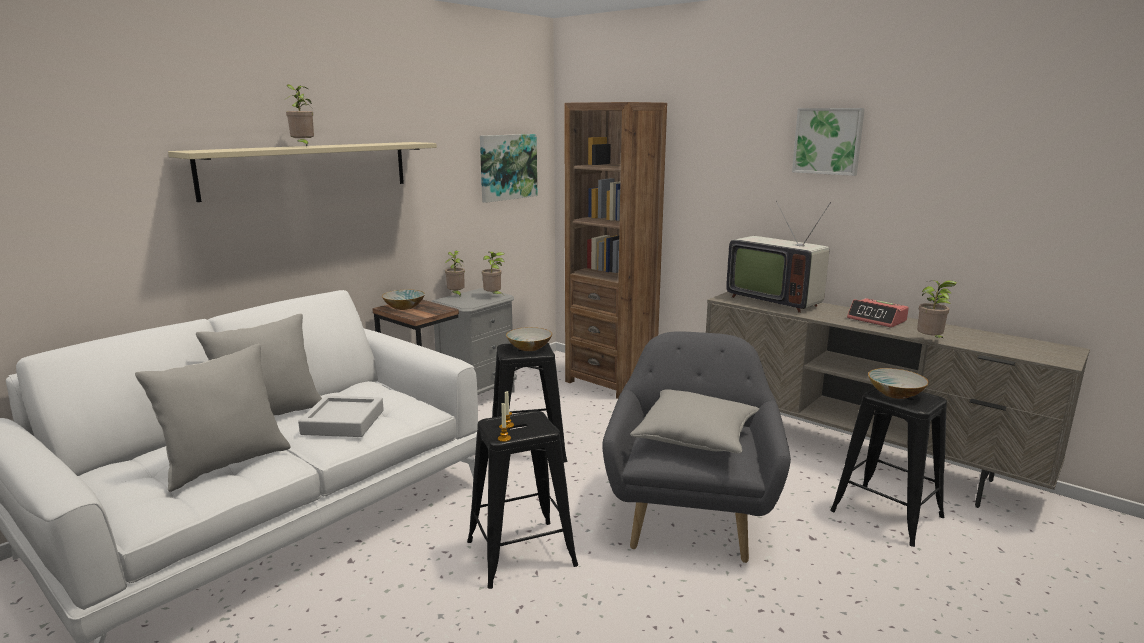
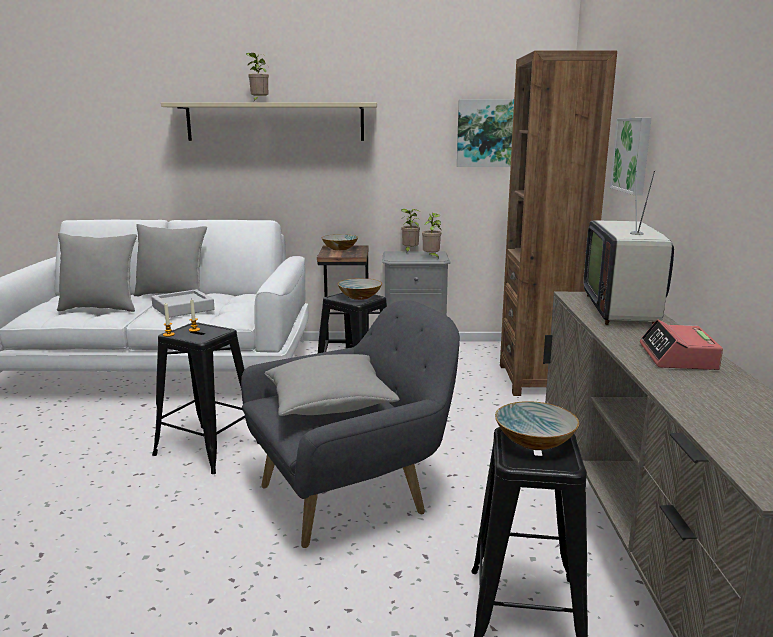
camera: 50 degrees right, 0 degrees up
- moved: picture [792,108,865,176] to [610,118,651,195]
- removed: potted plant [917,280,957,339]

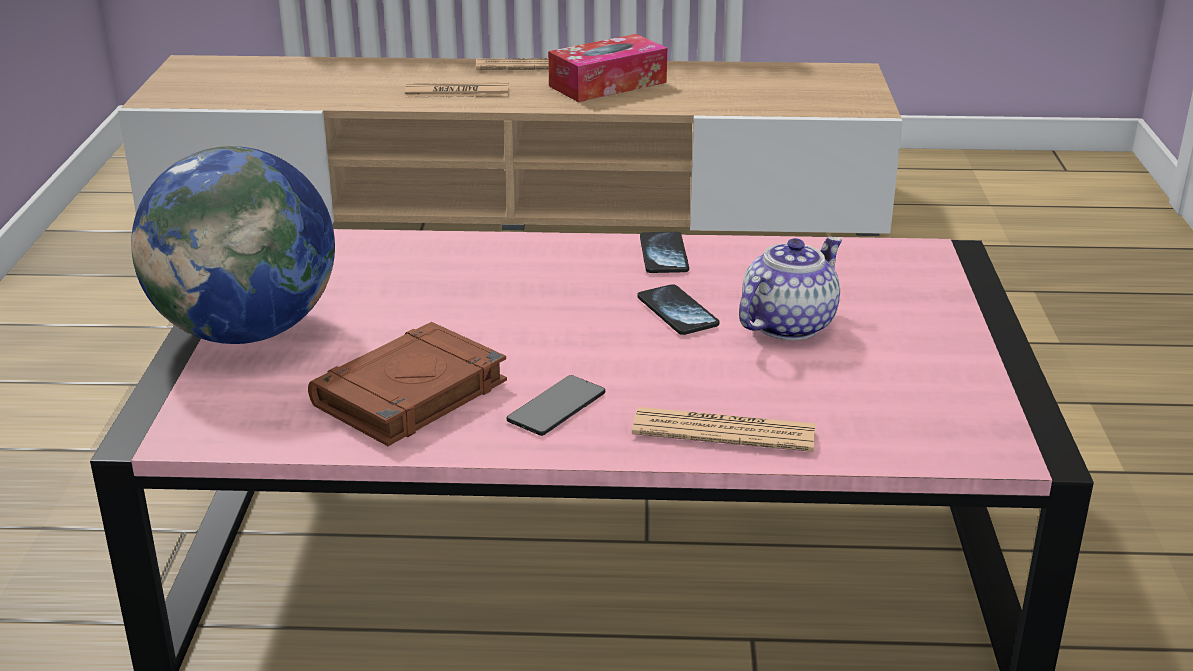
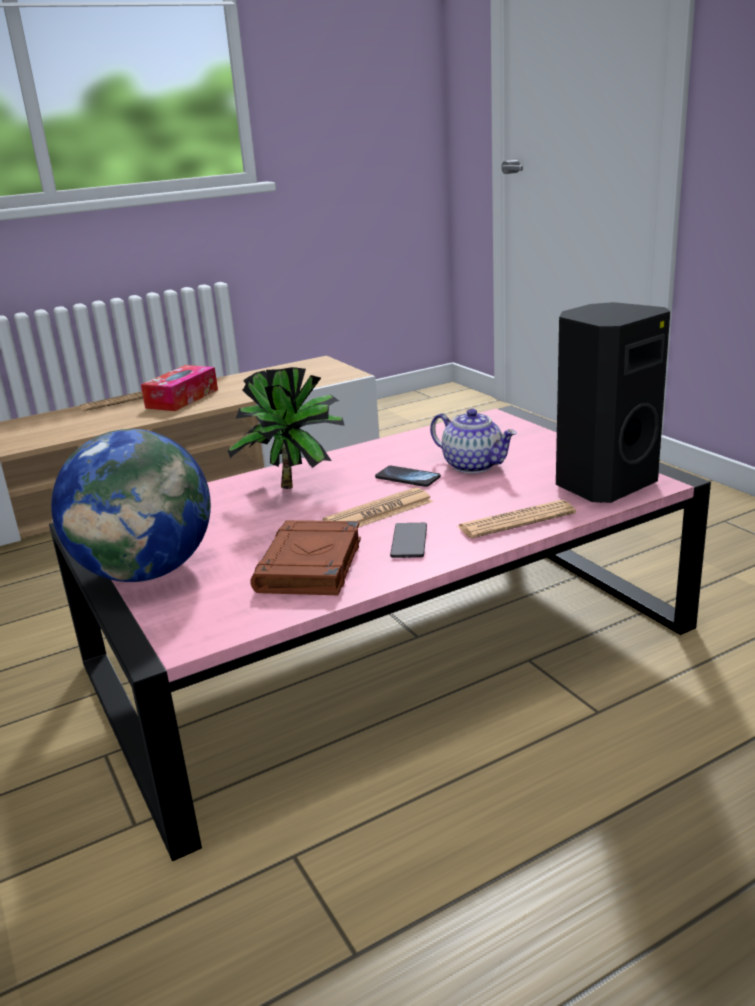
camera: 30 degrees left, 5 degrees down
- added: potted plant [228,367,345,489]
- moved: newspaper [405,82,509,98] to [323,488,433,528]
- turned: teapot [739,236,842,340] = [430,409,517,473] 120 degrees clockwise
- added: black speaker [556,302,670,503]
- removed: phone [640,232,689,273]

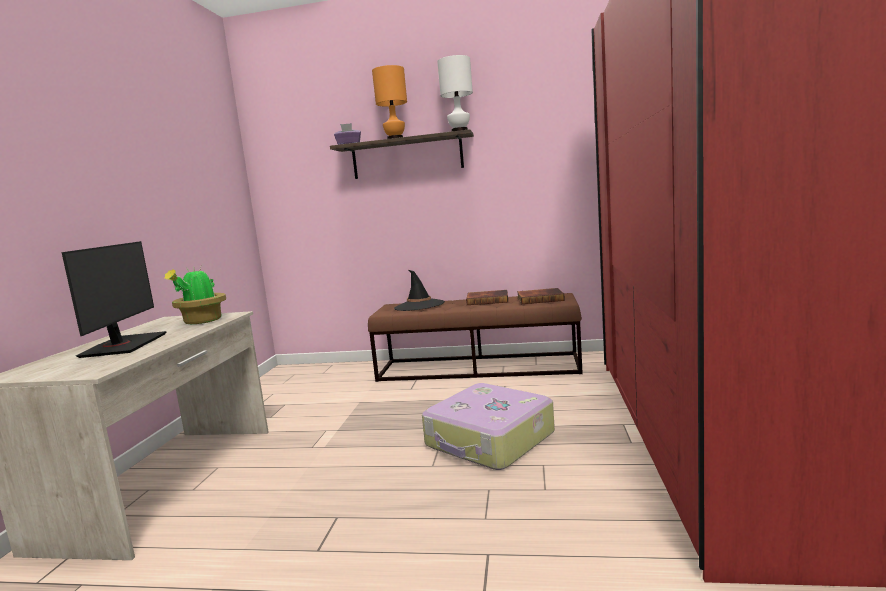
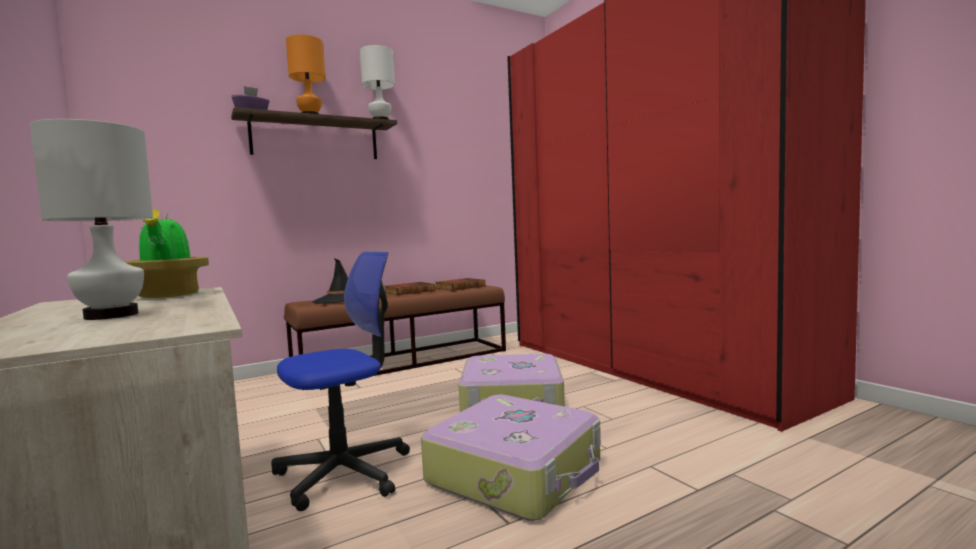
camera: 40 degrees left, 5 degrees down
- replaced: monitor [62,241,167,358] to white table lamp [30,119,153,320]
- added: office chair [271,251,410,511]
- added: suitcase [421,395,601,521]

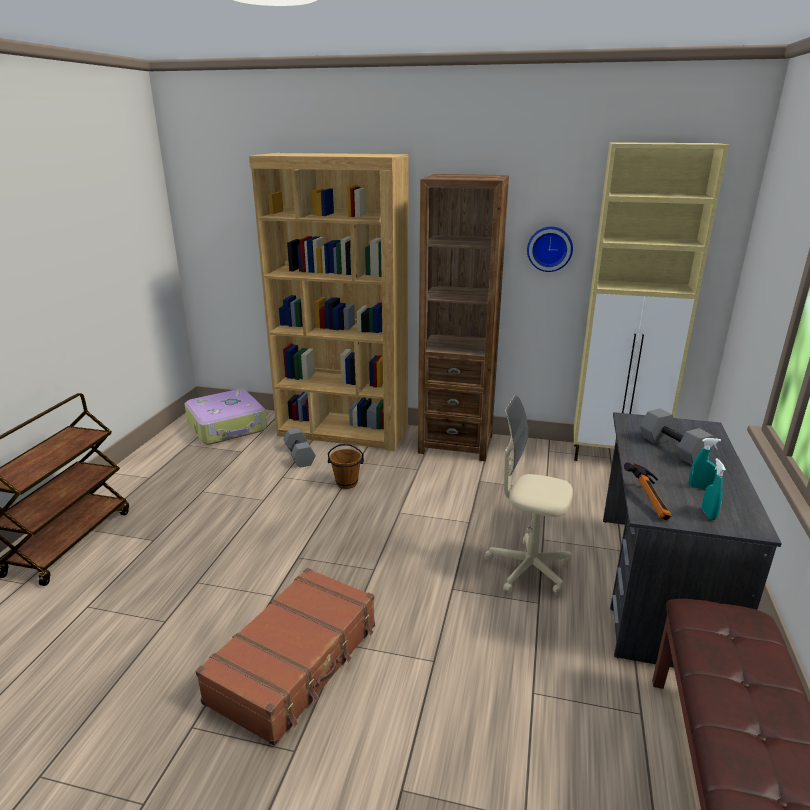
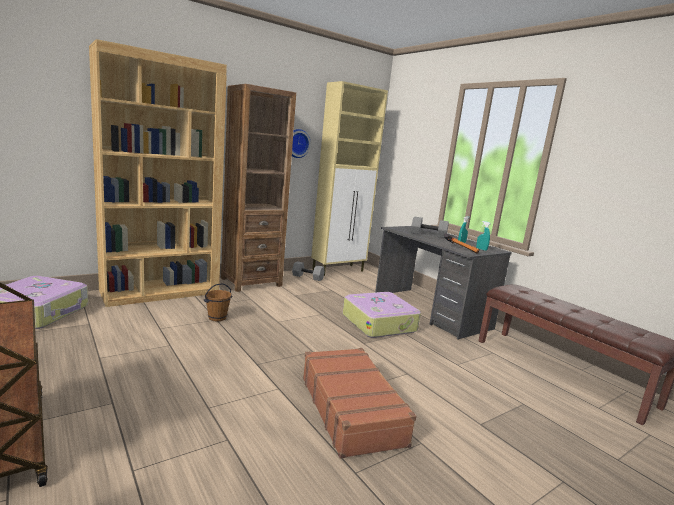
camera: 50 degrees left, 10 degrees down
- moved: grey dumbbell [283,428,316,468] to [292,261,325,281]
- replaced: beige office chair [484,395,573,596] to suitcase [343,292,421,338]

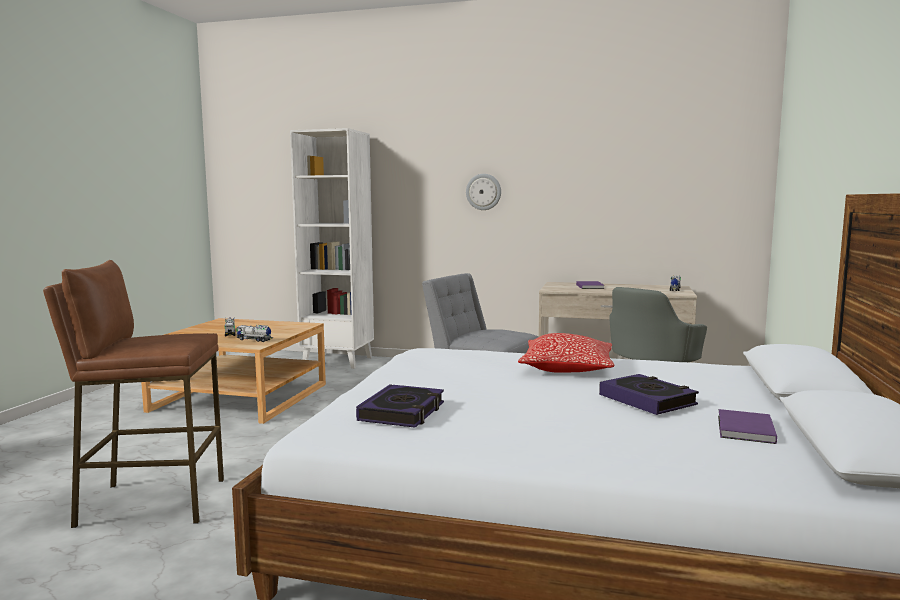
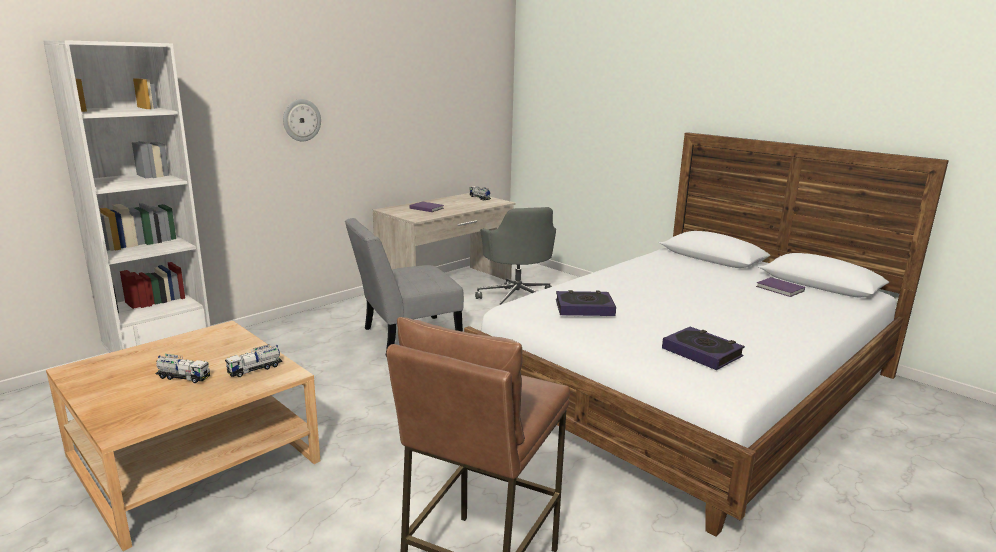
camera: 60 degrees left, 10 degrees up
- moved: book [599,374,699,415] to [556,290,616,316]
- removed: pillow [518,333,614,373]

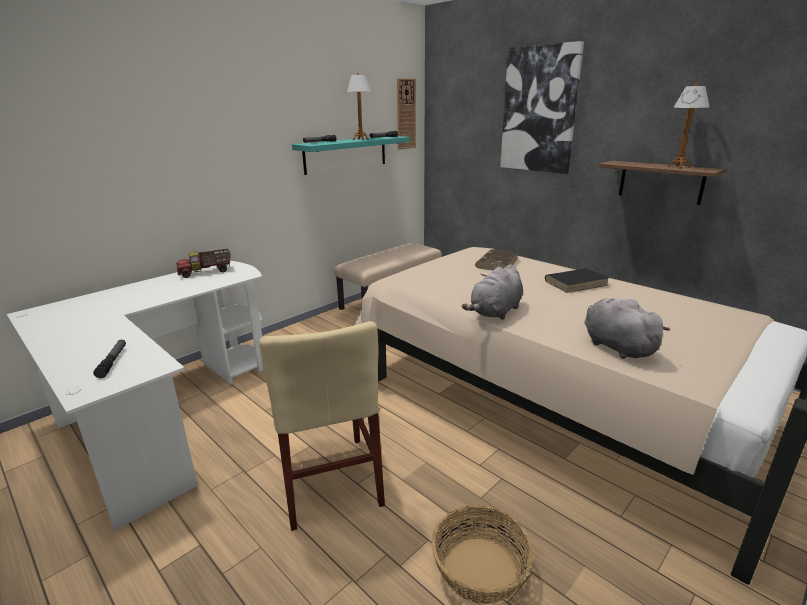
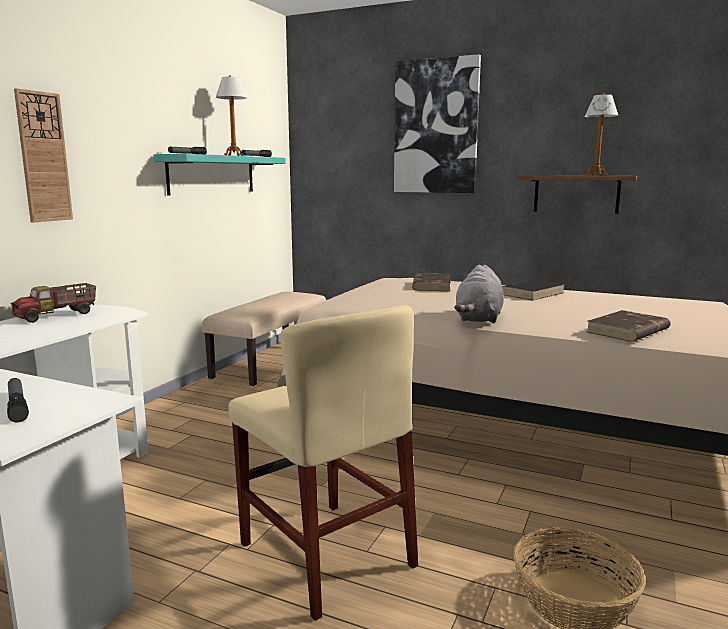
camera: 20 degrees left, 10 degrees down
- moved: wall clock [397,78,416,150] to [14,88,73,223]
- replaced: grey plush toy [584,298,670,359] to brown book [587,310,671,342]

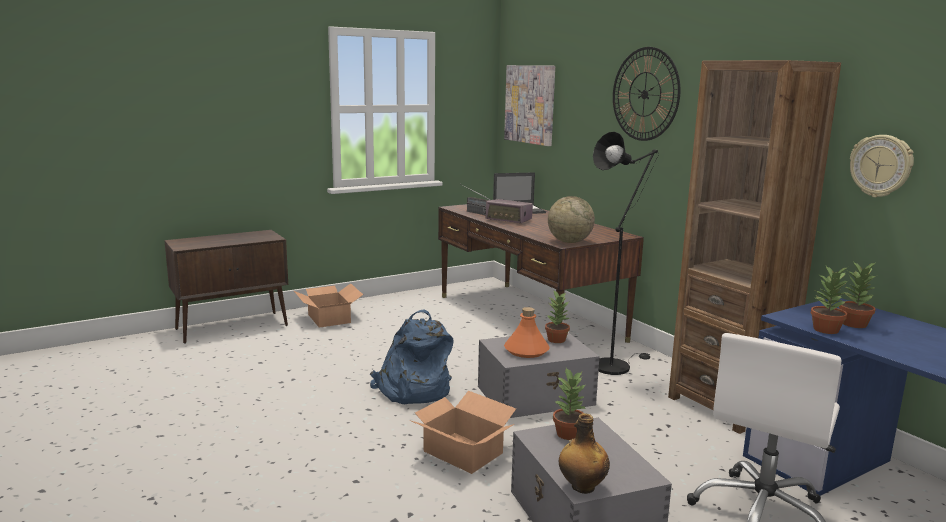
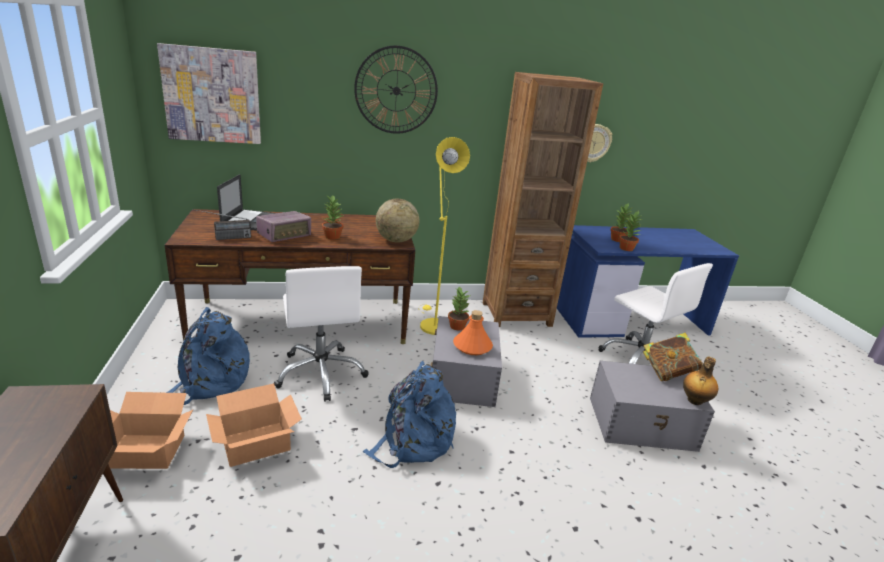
camera: 70 degrees left, 10 degrees up
- added: blue backpack [161,307,250,405]
- moved: cardboard box [409,391,516,474] to [206,384,302,467]
- added: white office chair [274,266,369,402]
- moved: potted plant [553,368,585,440] to [322,195,344,240]
- recoloured: black floor lamp [593,132,659,375] to yellow floor lamp [420,137,470,335]
- added: book [643,333,703,381]

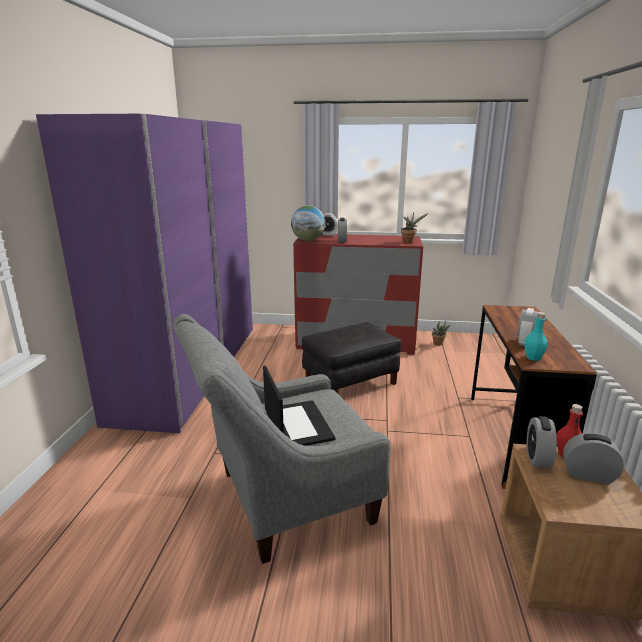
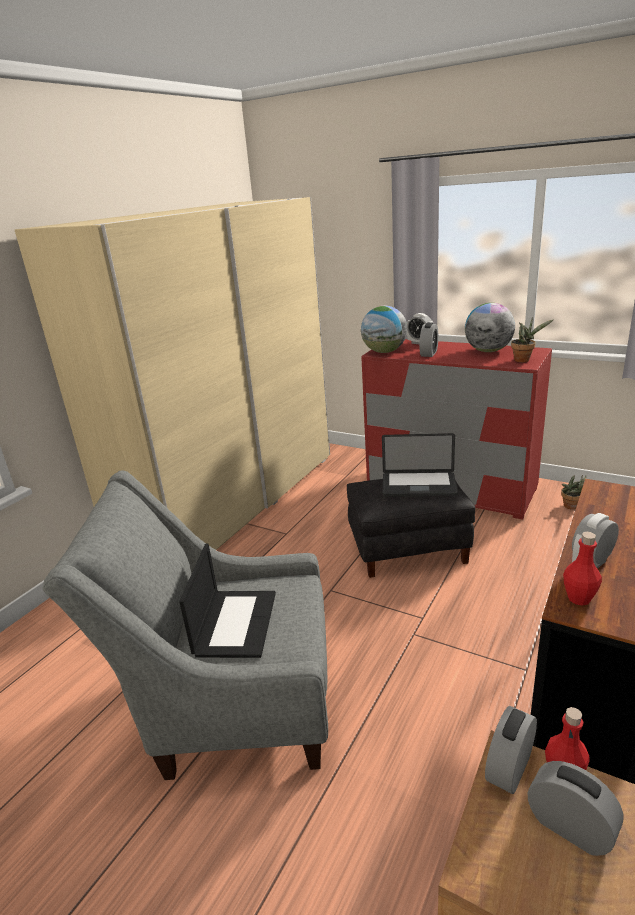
camera: 25 degrees right, 5 degrees up
- recoloured: purple wardrobe [36,114,253,433] to beige wardrobe [15,197,330,550]
- added: laptop [382,433,458,497]
- added: globe [465,303,515,352]
- recoloured: turquoise bottle [525,312,548,361] to red bottle [563,532,602,606]

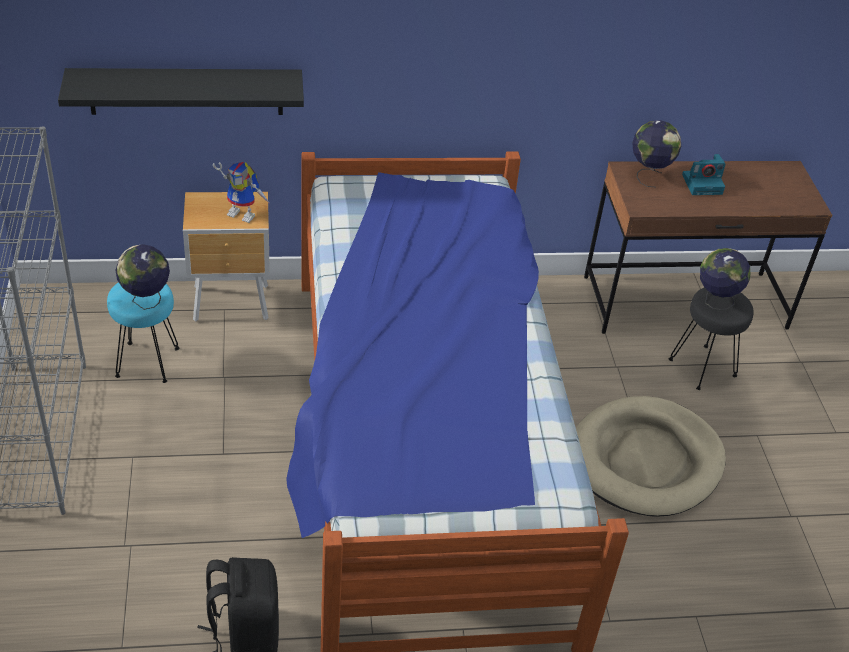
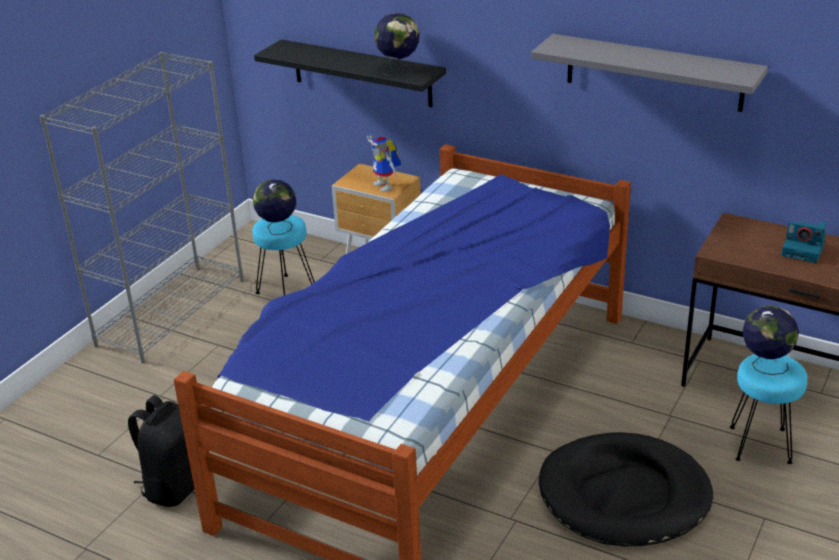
camera: 40 degrees right, 10 degrees down
- moved: globe [632,120,681,187] to [374,13,420,76]
- added: grey shelf [531,34,768,112]
- recoloured: beige dog bed [576,396,726,517] to black dog bed [538,432,713,546]
- recoloured: black stool [669,287,754,390] to turquoise stool [730,354,808,464]

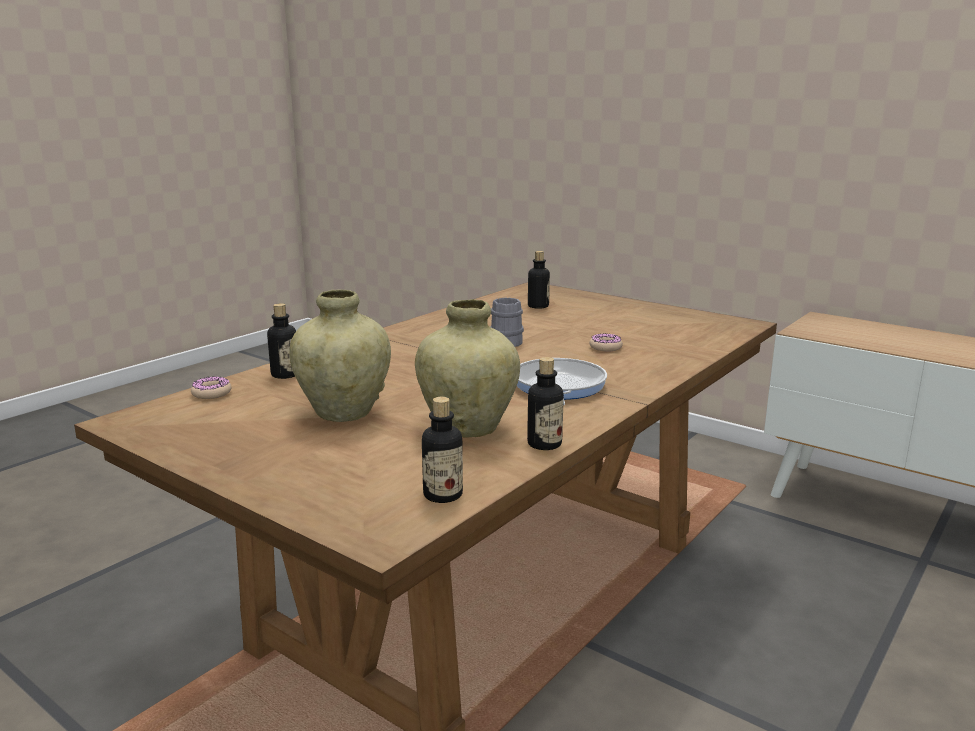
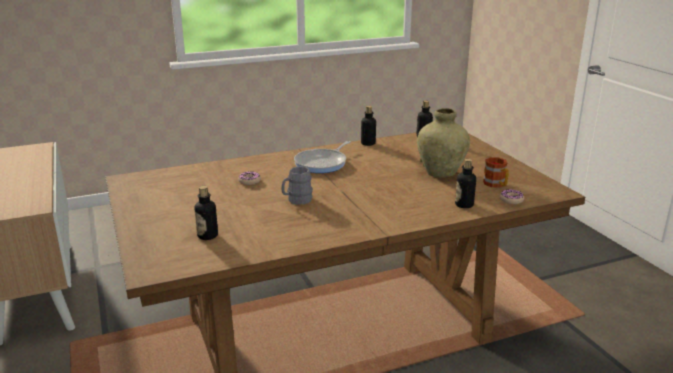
camera: 150 degrees left, 5 degrees up
- added: mug [483,157,509,187]
- removed: beige vase [415,299,520,437]

